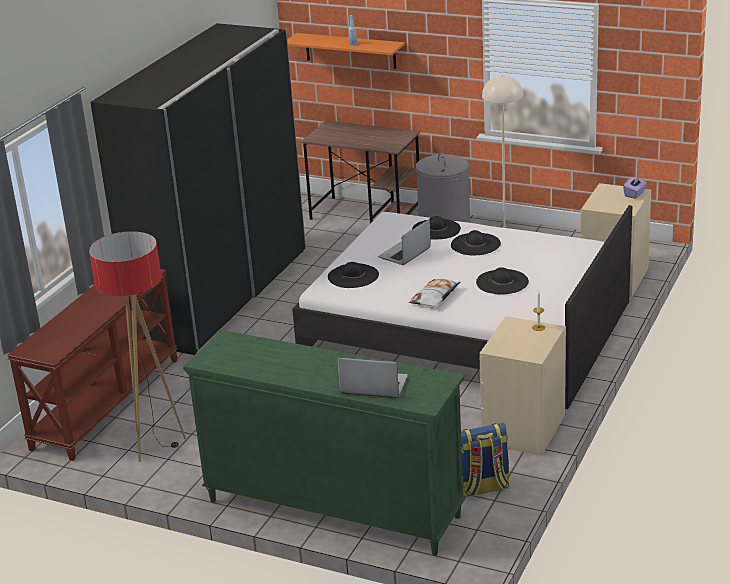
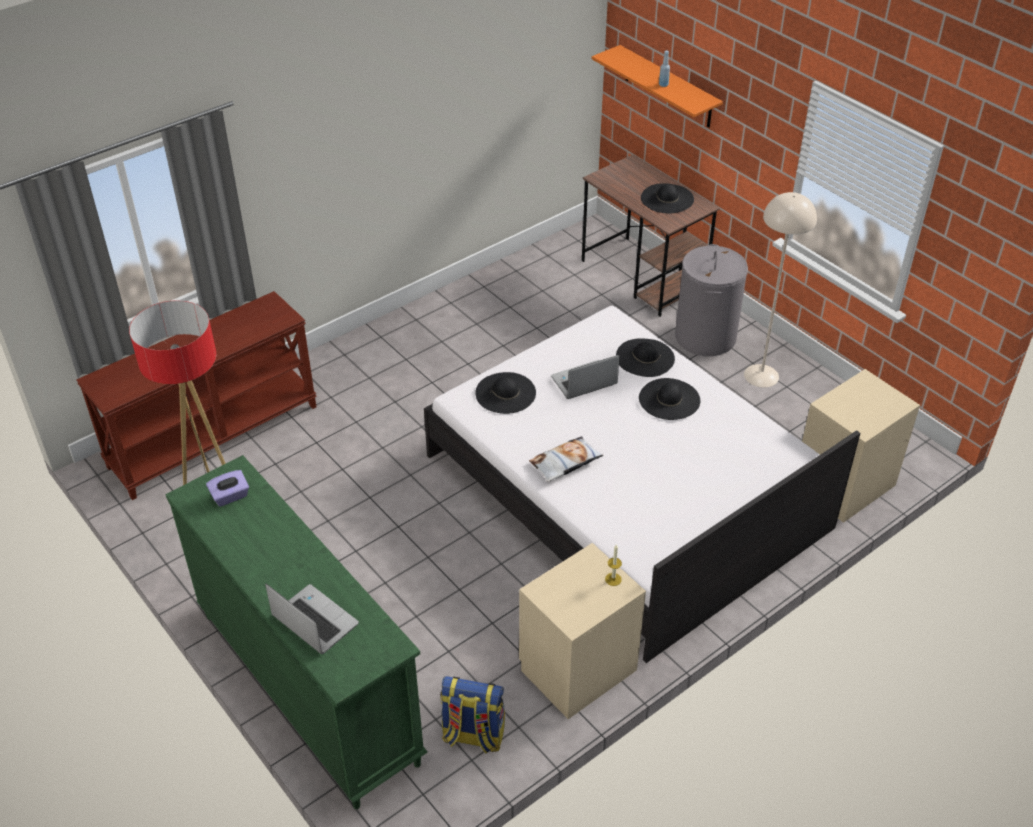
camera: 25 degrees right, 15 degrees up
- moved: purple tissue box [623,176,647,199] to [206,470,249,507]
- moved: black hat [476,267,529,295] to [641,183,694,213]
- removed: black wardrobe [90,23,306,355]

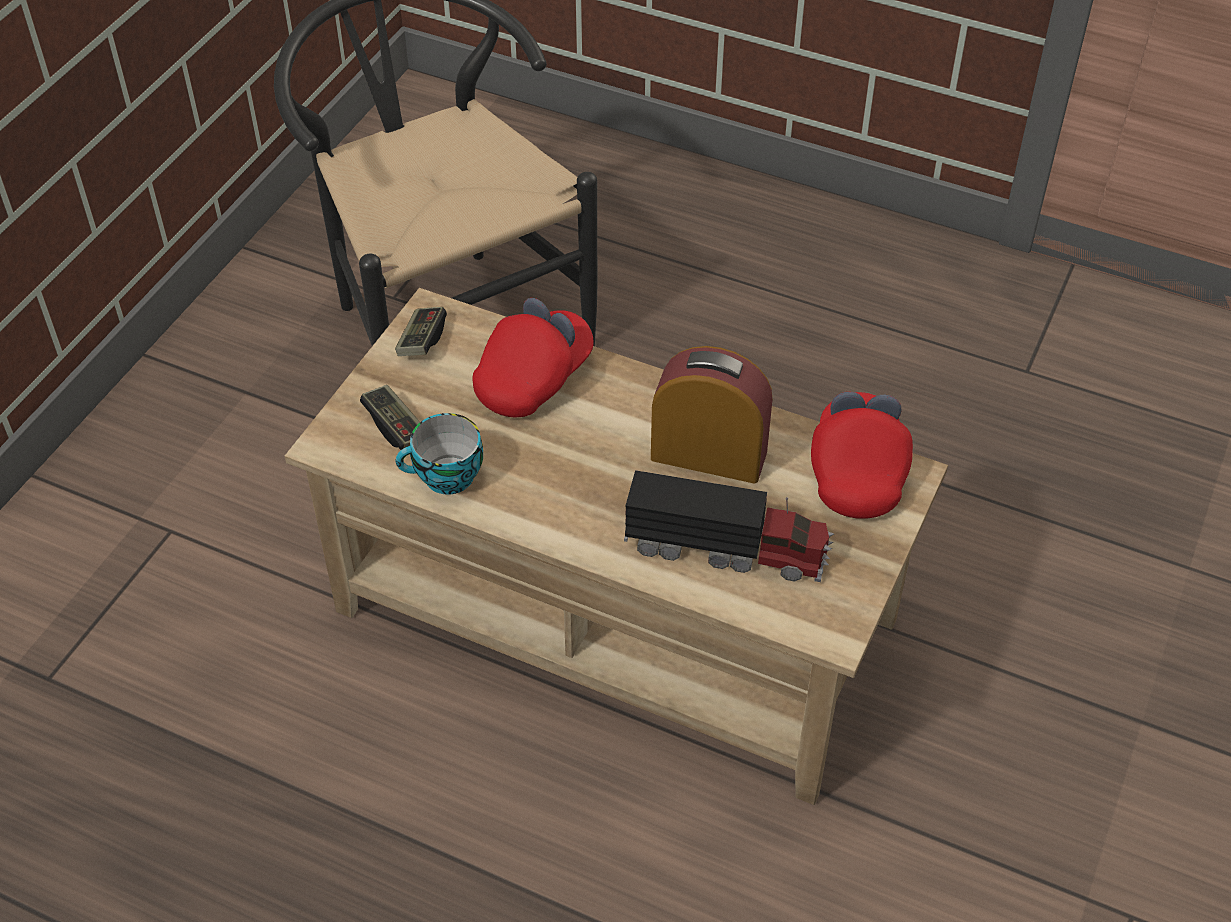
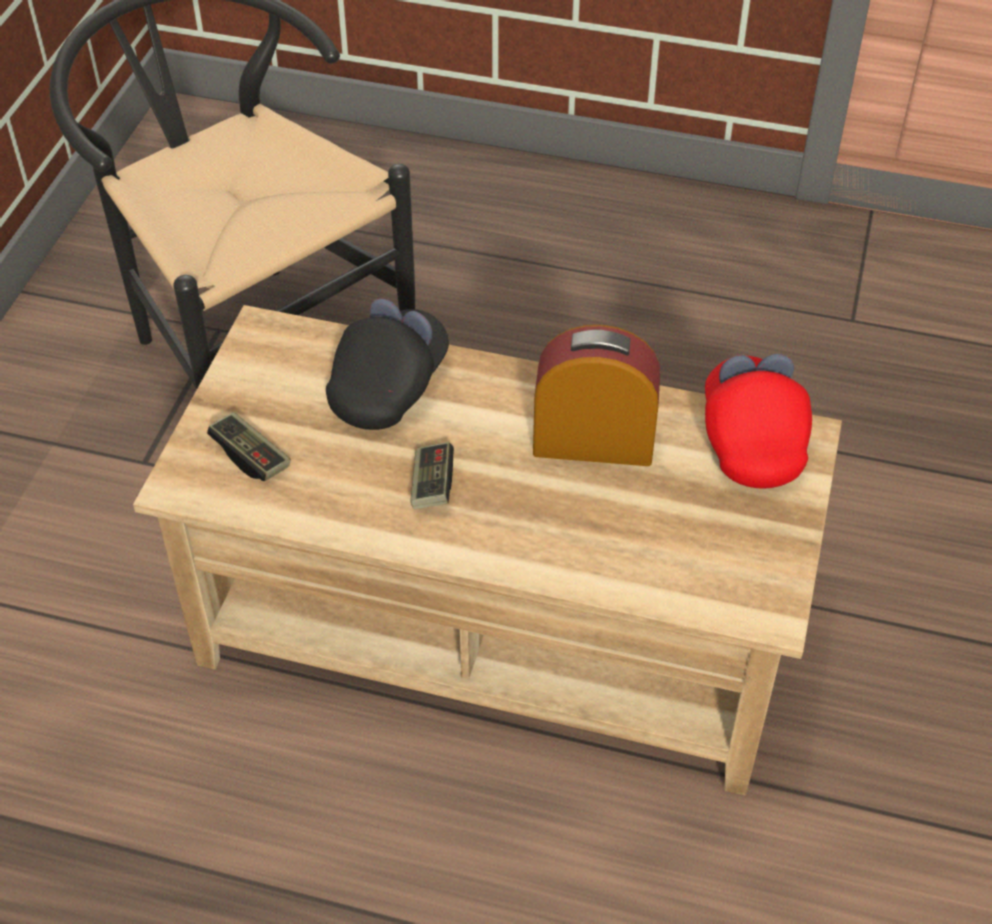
camera: 10 degrees left, 0 degrees up
- recoloured: red cap [472,298,593,417] to black cap [326,298,449,430]
- moved: game controller [395,307,447,356] to [410,442,454,509]
- removed: cup [396,413,483,495]
- removed: toy truck [624,470,834,582]

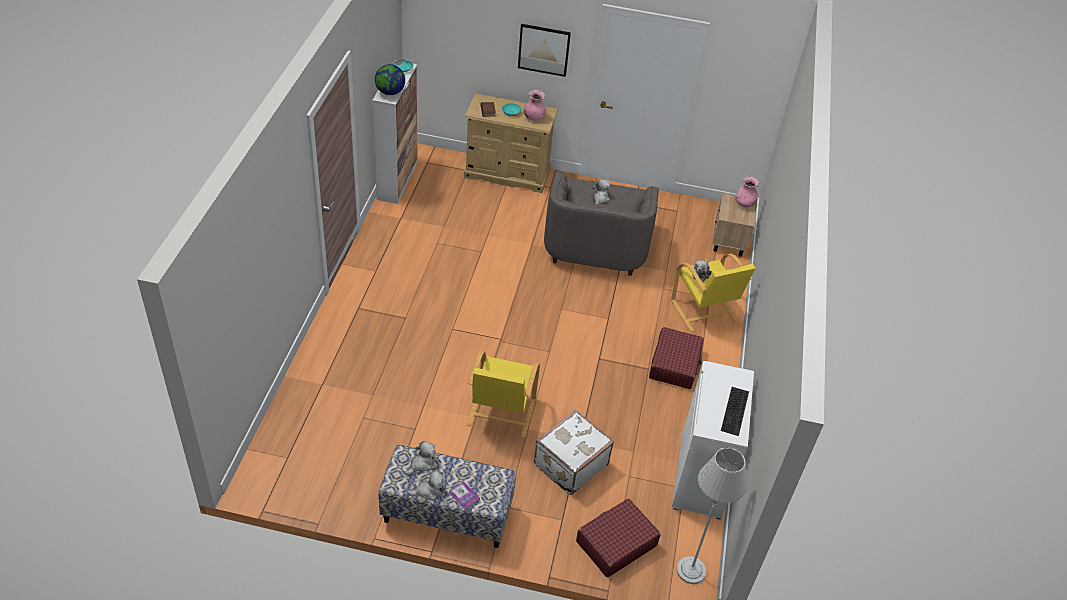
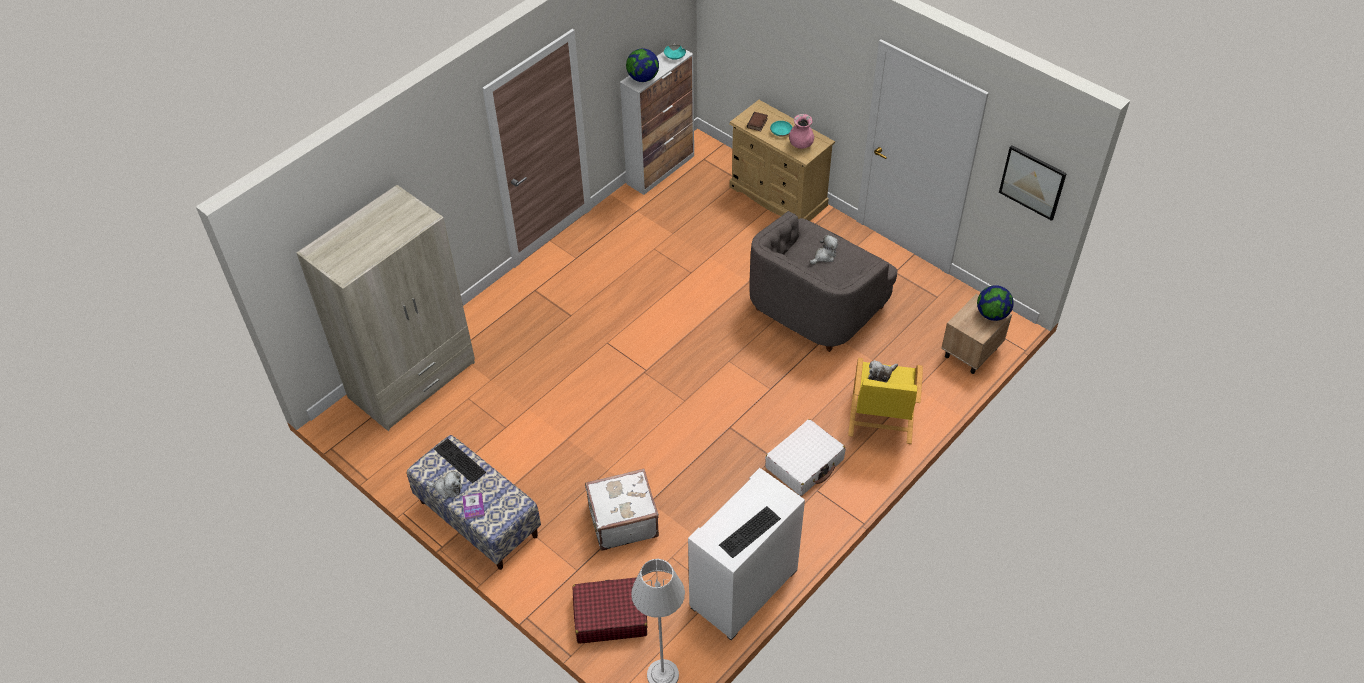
camera: 35 degrees right, 5 degrees up
- added: beige wardrobe [297,185,475,431]
- replaced: plush toy [405,441,436,475] to keyboard [434,438,486,483]
- recoloured: red suitcase [649,327,704,389] to white suitcase [765,419,845,496]
- replaced: pink vase [734,176,759,207] to globe [977,285,1014,321]
- moved: picture [518,24,571,77] to [999,145,1067,221]
- removed: yellow armchair [467,351,540,438]

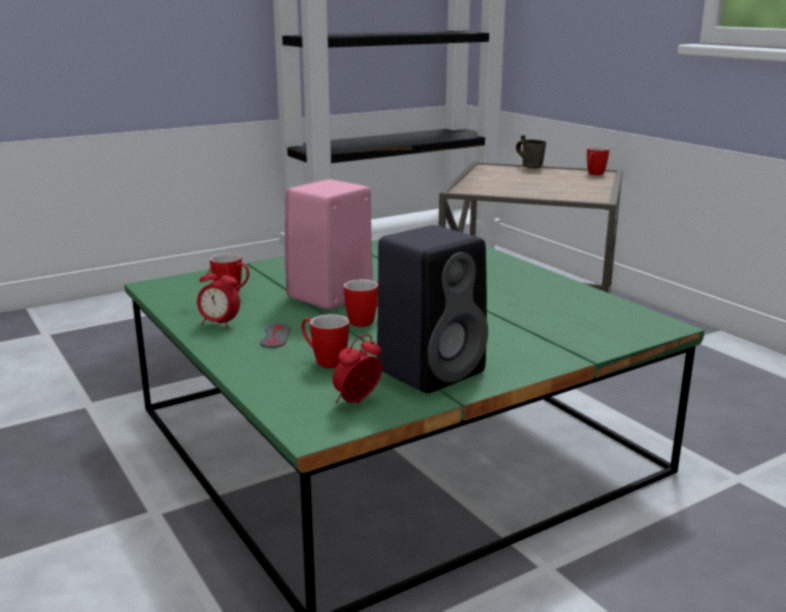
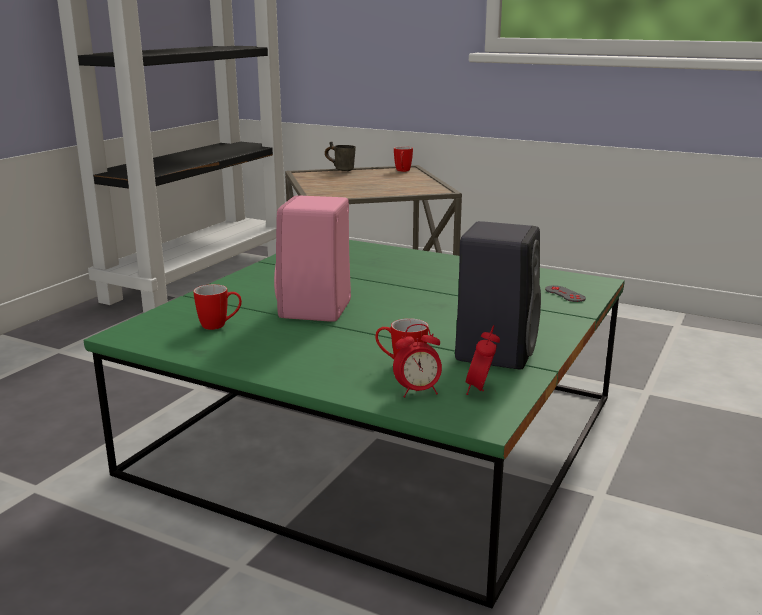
camera: 30 degrees left, 0 degrees up
- moved: alarm clock [197,264,240,329] to [393,324,442,397]
- moved: grey game controller [260,324,291,348] to [545,285,586,302]
- removed: mug [344,279,378,327]

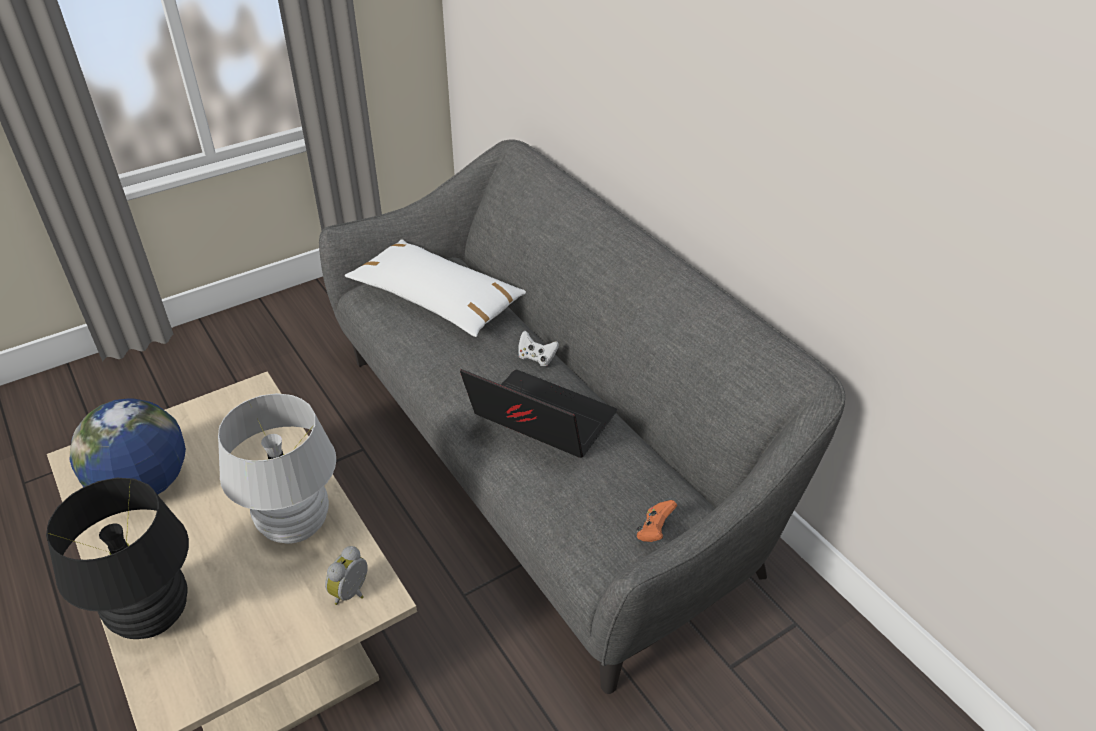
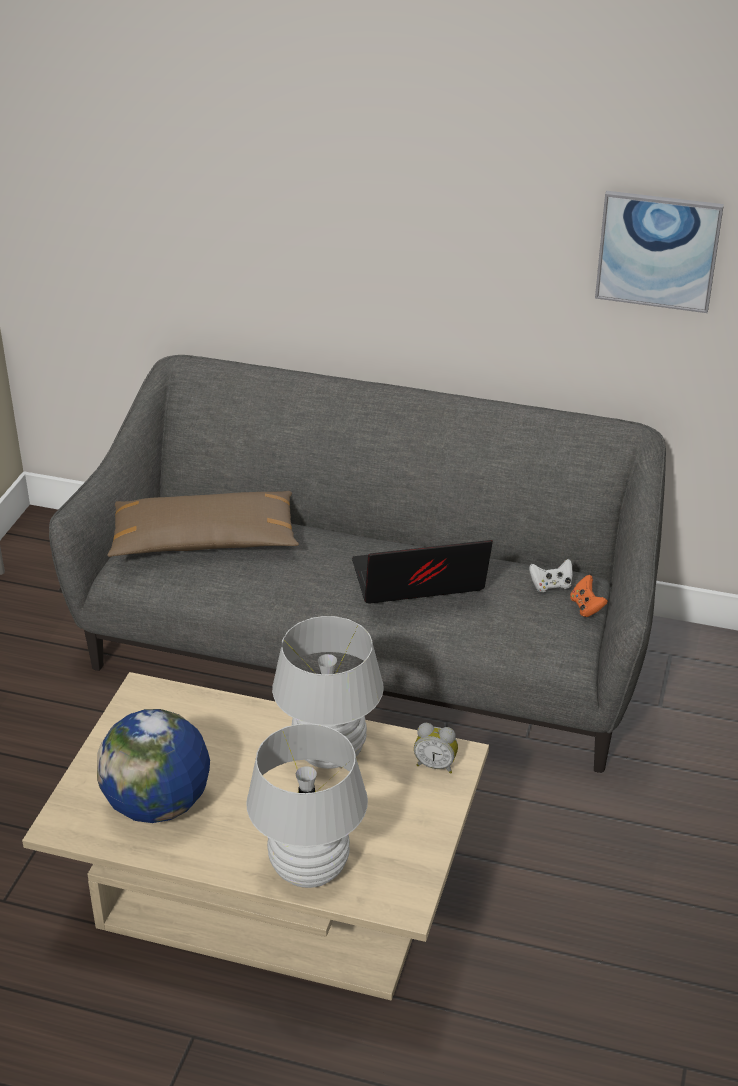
camera: 40 degrees left, 5 degrees down
- recoloured: white pillow [345,239,526,337] to brown pillow [108,491,299,557]
- recoloured: black table lamp [46,478,189,639] to white table lamp [246,723,368,888]
- turned: alarm clock [325,546,368,605] = [414,723,458,774] 60 degrees counterclockwise
- moved: white game controller [518,331,559,366] to [529,559,573,592]
- added: picture [595,191,724,313]

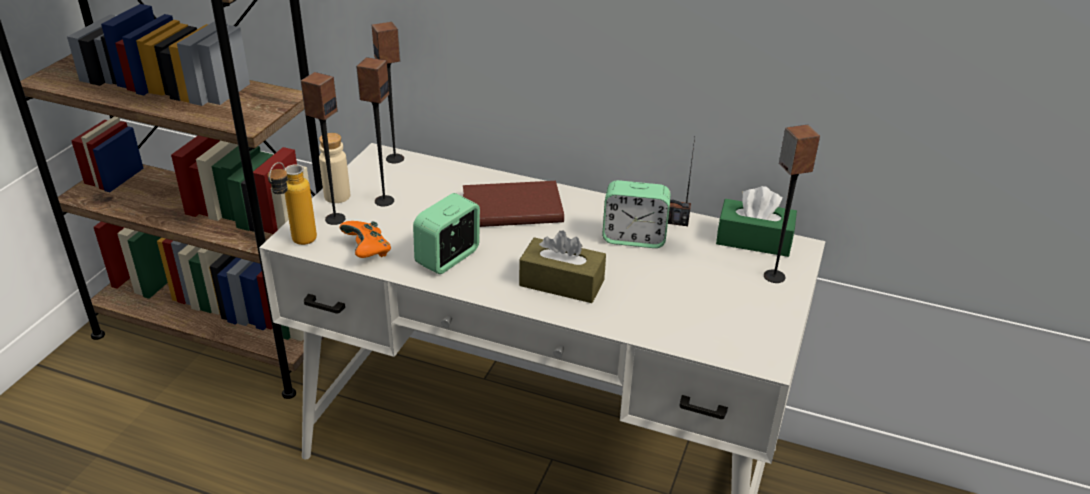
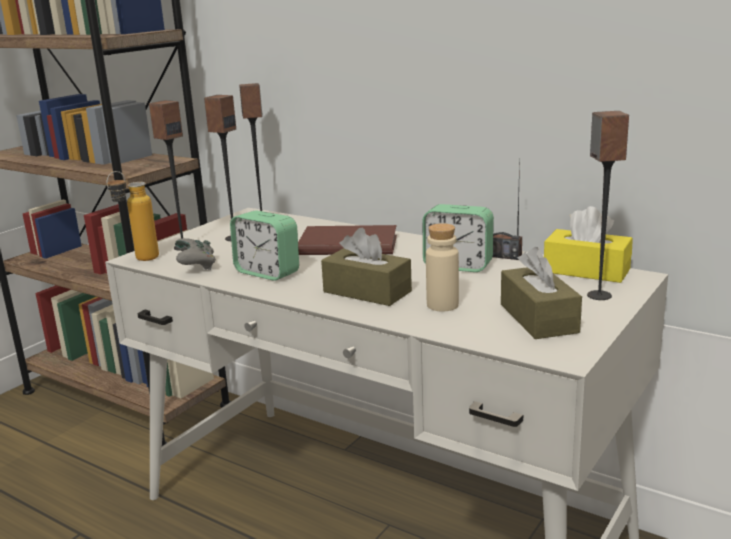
camera: 15 degrees right, 15 degrees down
- recoloured: orange game controller [339,221,391,258] to grey game controller [175,238,216,270]
- turned: alarm clock [413,193,480,274] = [230,210,299,281] 105 degrees counterclockwise
- moved: beige bottle [319,133,350,203] to [426,223,459,311]
- added: brown tissue box [501,247,582,339]
- recoloured: green tissue box [716,186,797,257] to yellow tissue box [544,206,633,283]

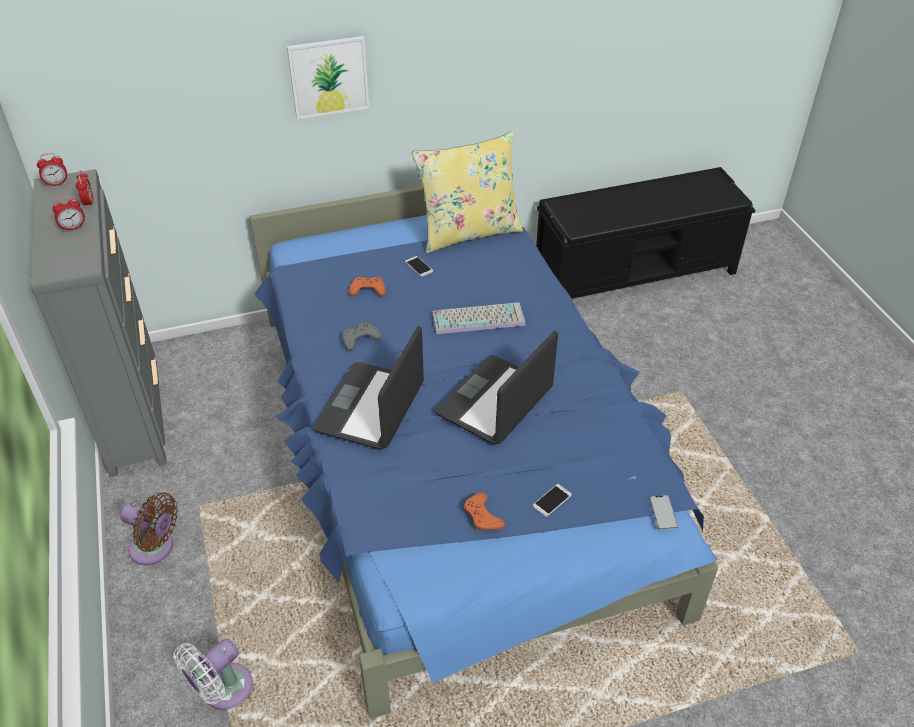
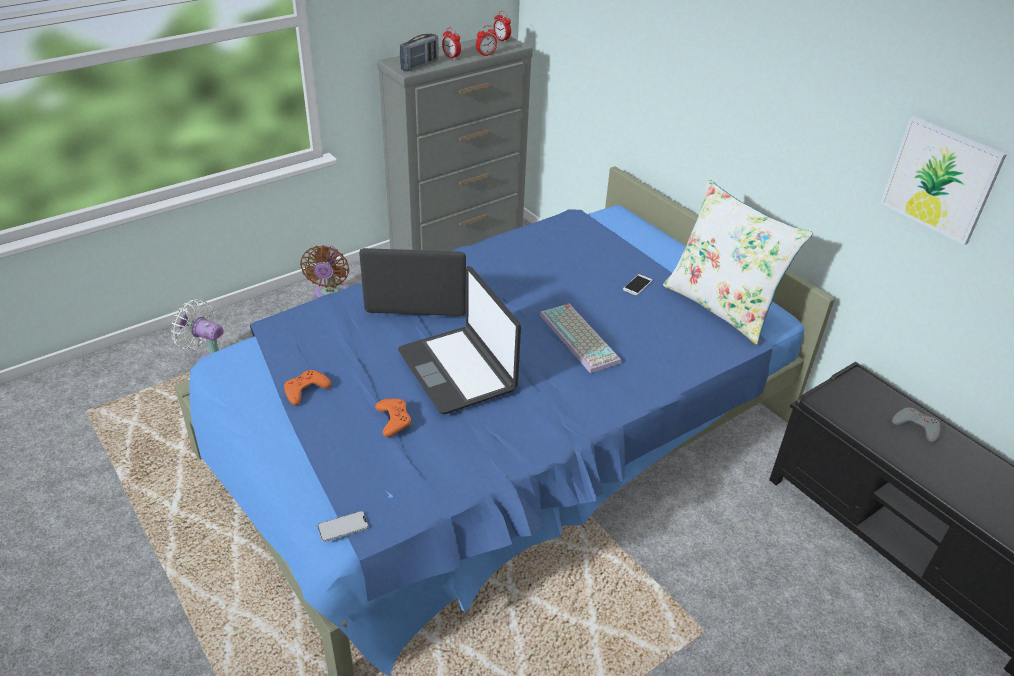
camera: 70 degrees right, 5 degrees down
- moved: orange game controller [349,277,386,296] to [375,398,411,437]
- turned: laptop [435,330,558,445] = [398,266,521,414] 135 degrees counterclockwise
- added: radio [400,34,439,72]
- recoloured: yellow pillow [412,132,523,253] to white pillow [663,180,813,345]
- moved: picture [287,36,369,119] to [880,116,1007,245]
- moved: grey game controller [342,323,381,351] to [892,407,941,443]
- removed: phone [533,484,572,517]

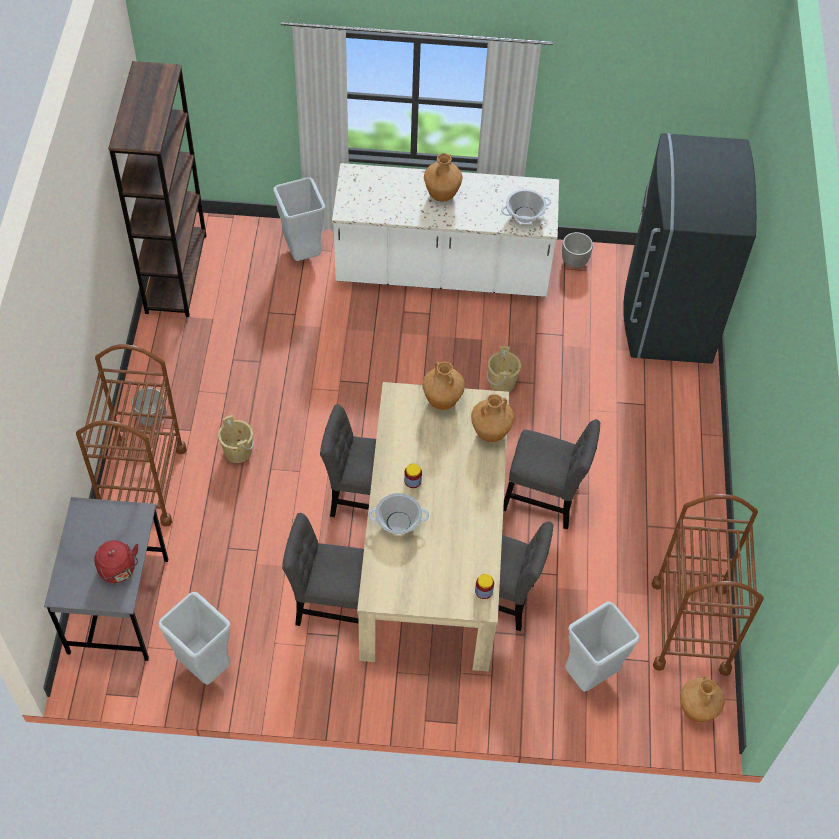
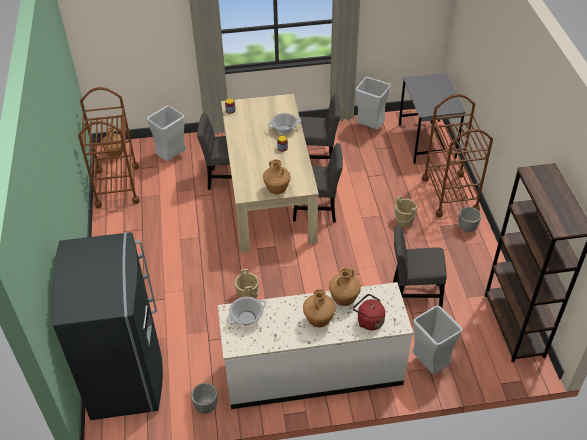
camera: 170 degrees right, 10 degrees down
- moved: brown vase [471,394,514,442] to [329,268,361,306]
- moved: red kettle [94,540,138,583] to [353,294,385,330]
- moved: grey chair [503,419,600,529] to [393,225,447,308]

